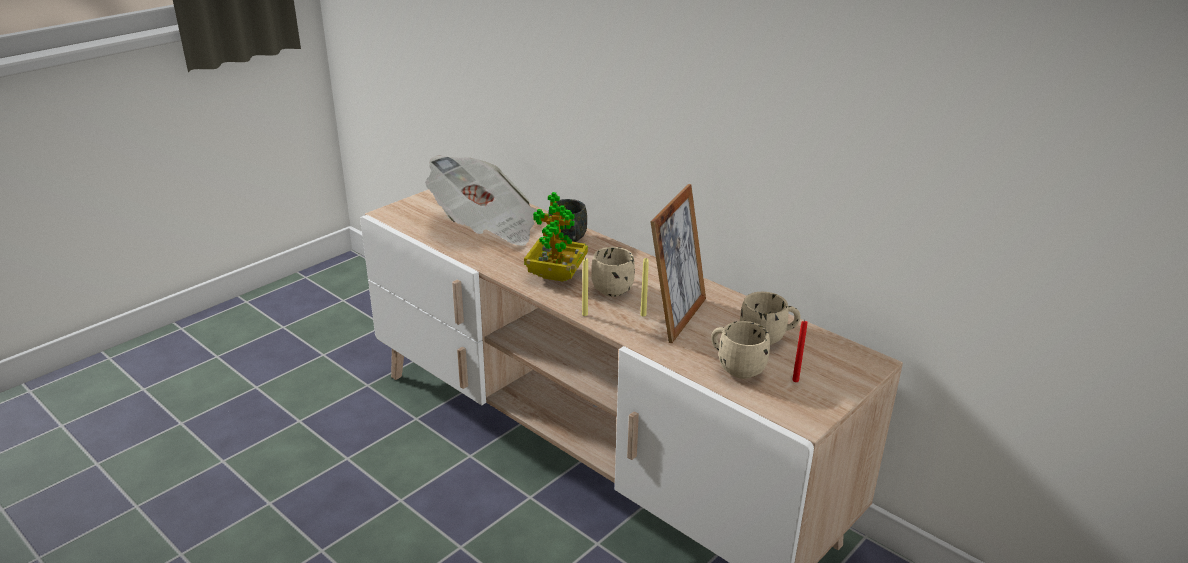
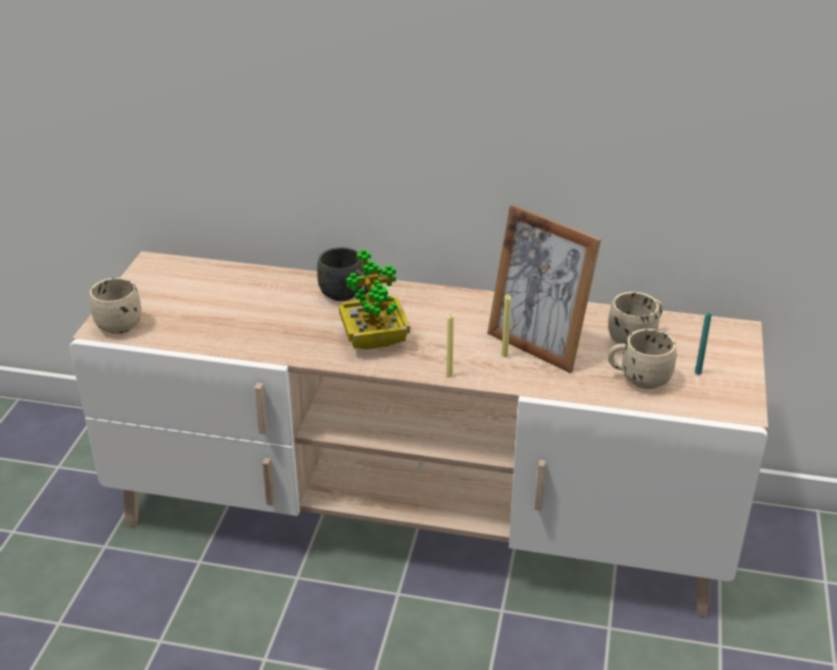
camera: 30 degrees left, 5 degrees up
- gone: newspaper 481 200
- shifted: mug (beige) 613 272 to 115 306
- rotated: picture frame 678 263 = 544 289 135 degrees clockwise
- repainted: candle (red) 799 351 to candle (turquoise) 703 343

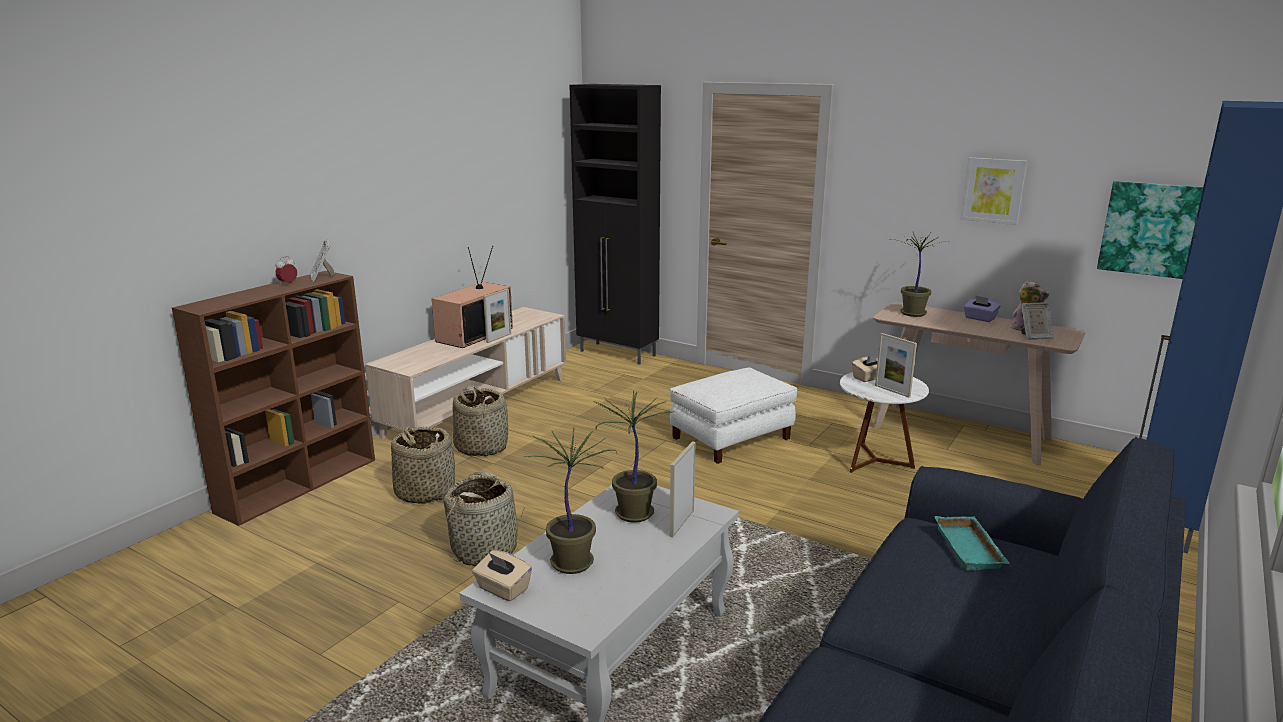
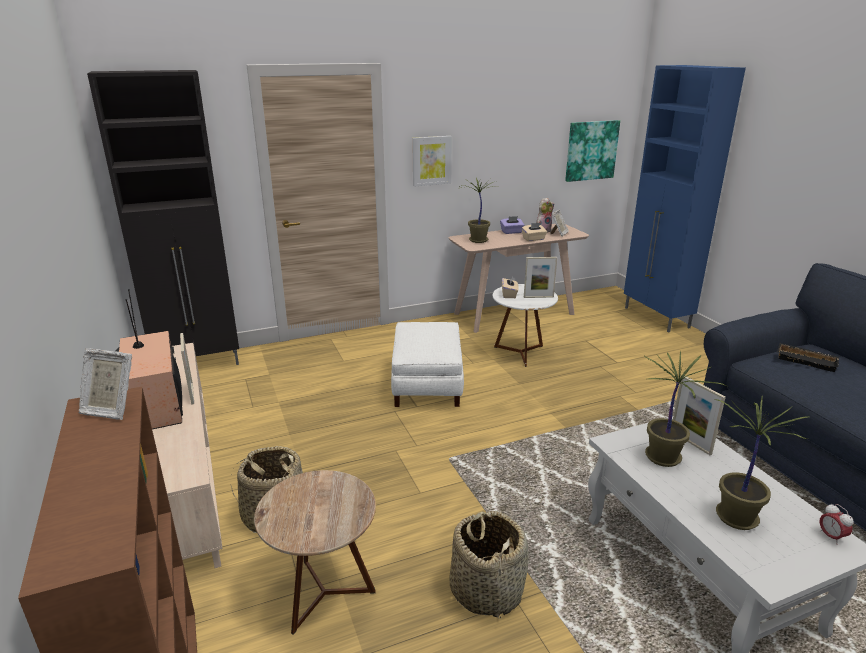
camera: 55 degrees left, 5 degrees up
- shifted: alarm clock 286 270 to 836 524
- swapped: basket 423 465 to side table (brown) 315 552
- shifted: tissue box (beige) 502 576 to 534 232
- repainted: tray (turquoise) 972 543 to tray (black) 808 357
- shifted: picture 994 191 to 432 161

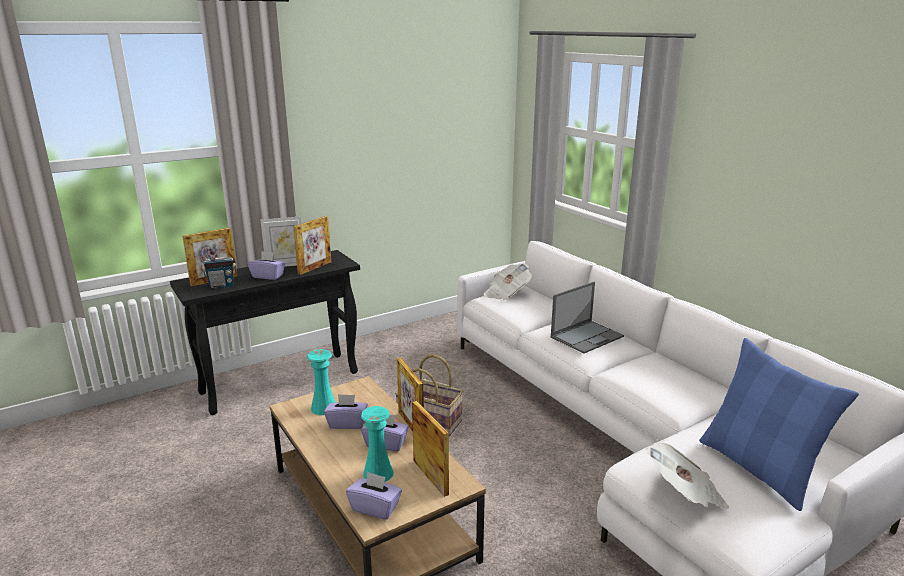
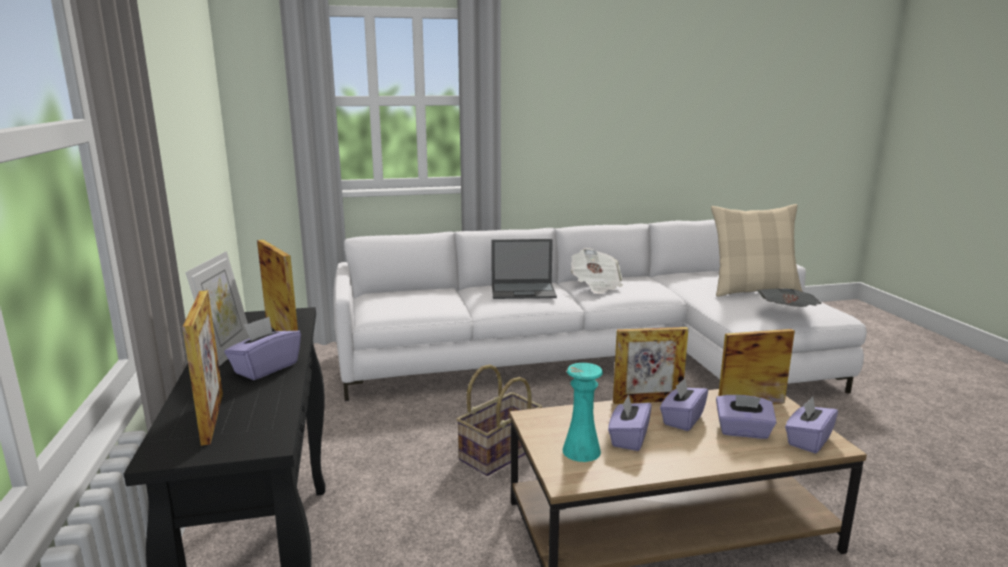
camera: 70 degrees left, 5 degrees down
- gone: radio 219 267
- swapped: vase (turquoise) 377 444 to tissue box (purple) 746 417
- shifted: newspaper 507 282 to 597 271
- rotated: laptop 587 318 = 524 269 105 degrees clockwise
- repainted: pillow (blue) 779 424 to pillow (beige) 757 250

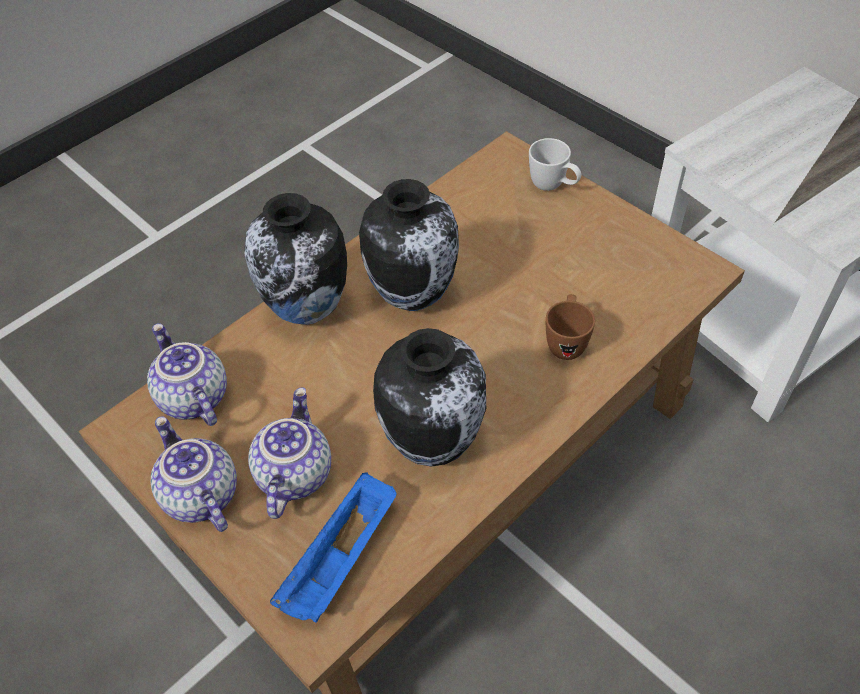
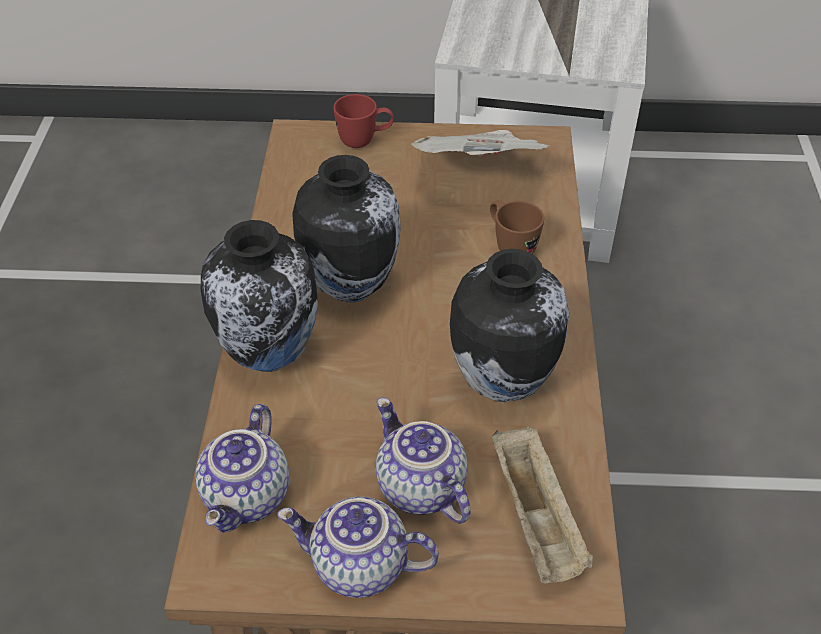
camera: 45 degrees left, 5 degrees down
- rotated: teapot 187 374 = 242 468 90 degrees counterclockwise
- repainted: tray (blue) 333 547 to tray (beige) 542 505
- repainted: mug (white) 555 164 to mug (red) 363 121
- new: newspaper 480 143

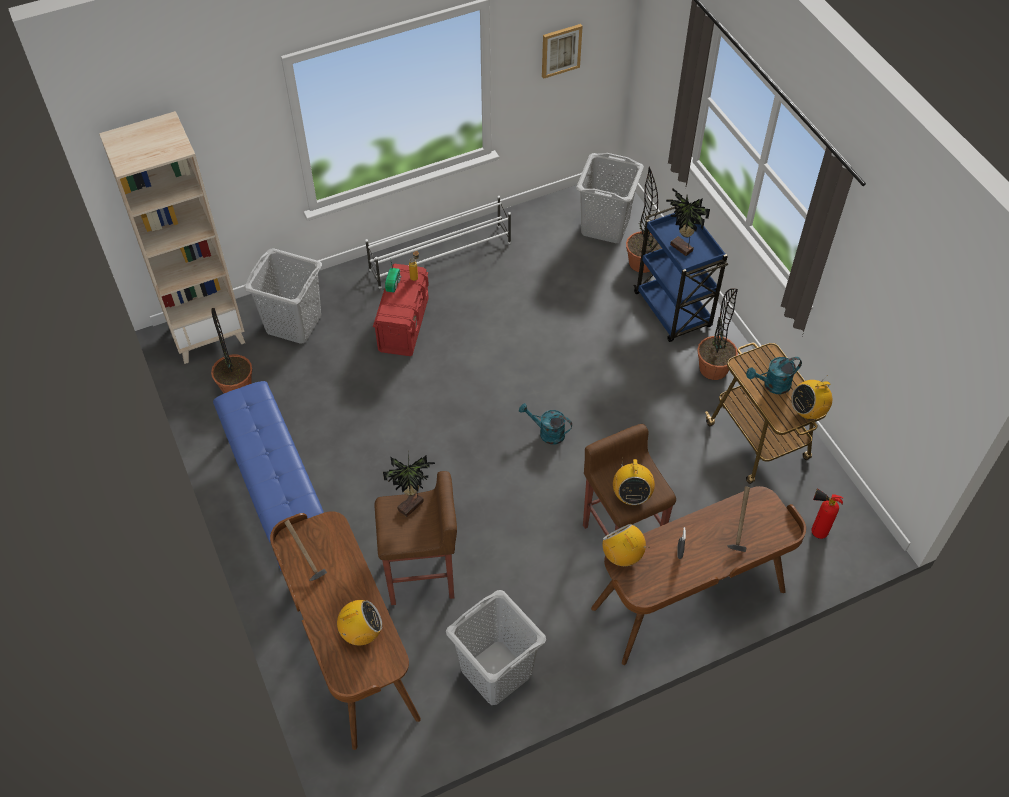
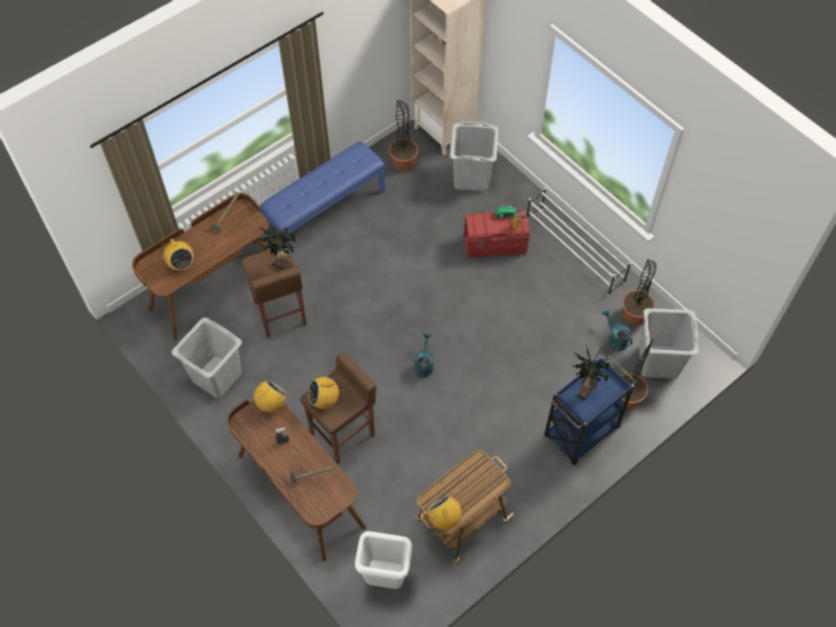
camera: 75 degrees right, 5 degrees up
- gone: picture 562 51
- shifted: potted plant 717 334 to 639 292
- shifted: watering can (turquoise) 774 375 to 617 330
- swapped: fire extinguisher 827 513 to trash can (white) 383 560

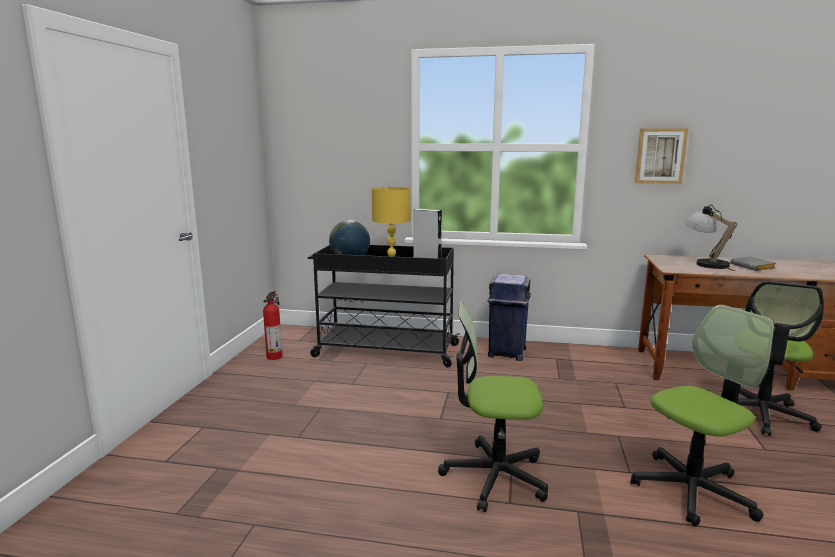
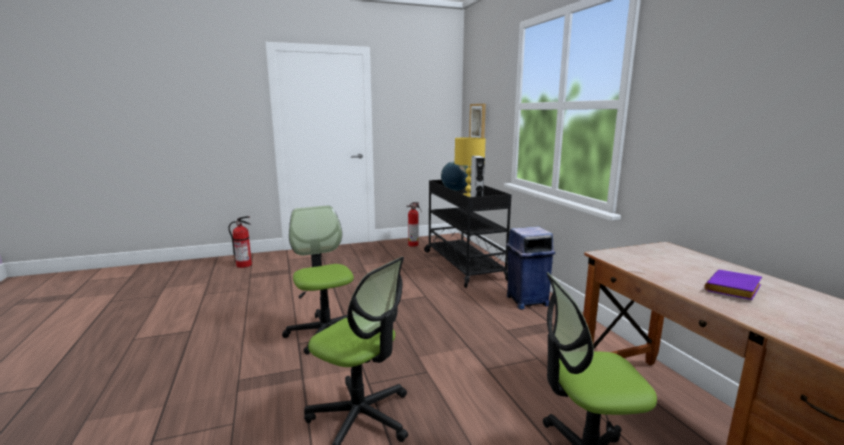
camera: 60 degrees right, 0 degrees up
- shifted: picture 662 156 to 477 121
- gone: table lamp 711 238
- repainted: book (grey) 753 263 to book (purple) 733 285
- new: fire extinguisher 240 242

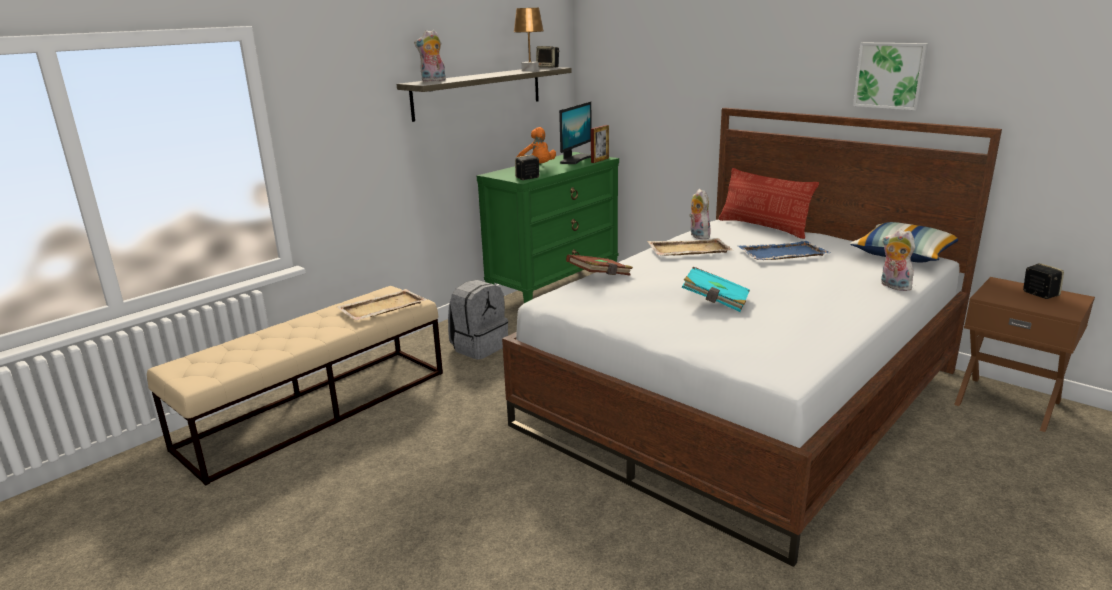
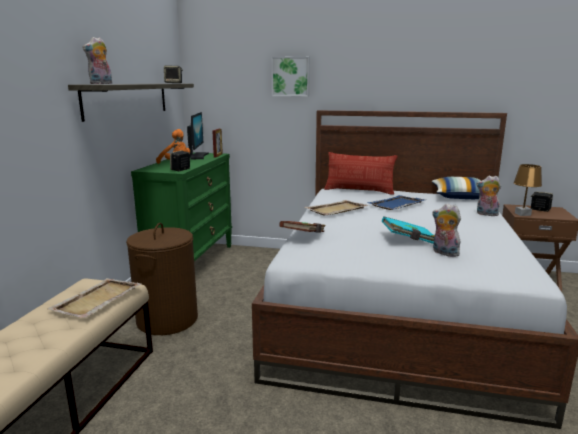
camera: 30 degrees left, 5 degrees down
- swapped: backpack (grey) 478 320 to laundry basket (brown) 162 279
- shifted: table lamp (brown) 528 39 to 527 190
- shifted: plush toy 700 214 to 446 230
- shifted: picture 891 76 to 290 76

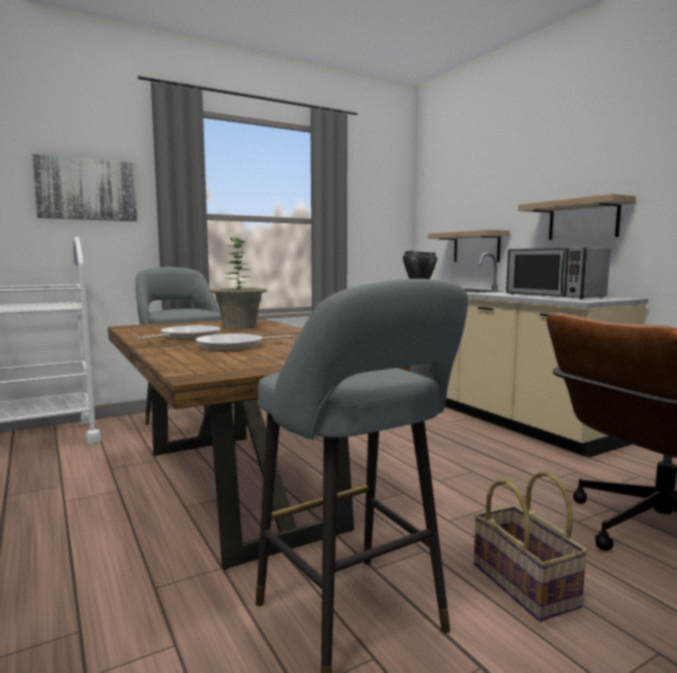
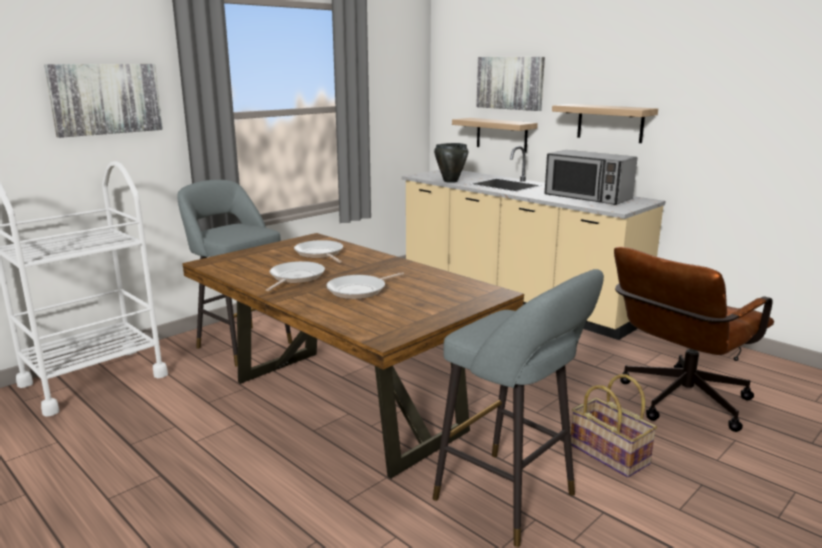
camera: 15 degrees left, 10 degrees up
- swapped: potted plant 238 283 to frying pan 318 251
- new: picture 510 84

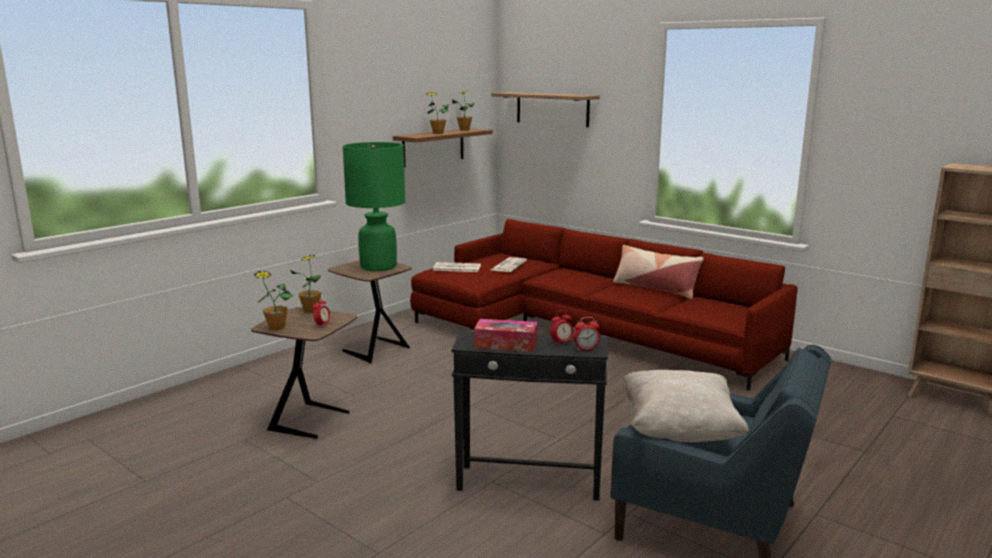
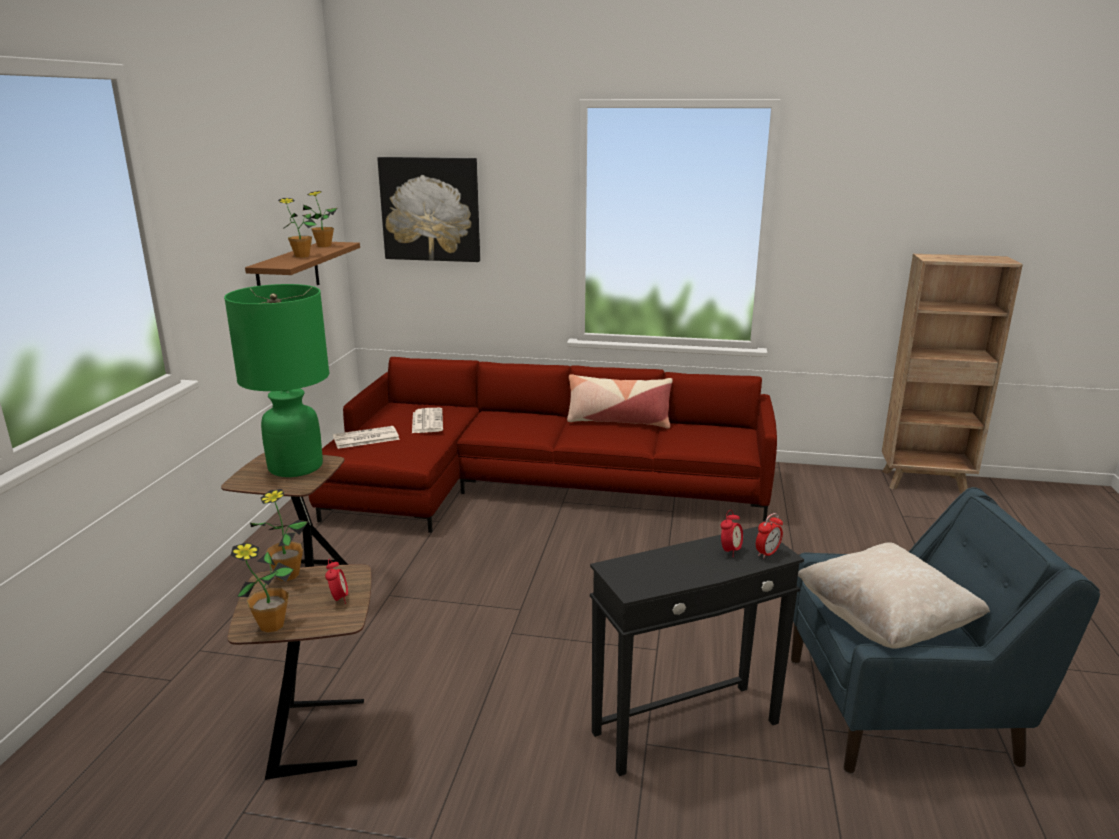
camera: 30 degrees left, 5 degrees up
- gone: tissue box 505 335
- swapped: shelf 546 109 to picture 428 209

